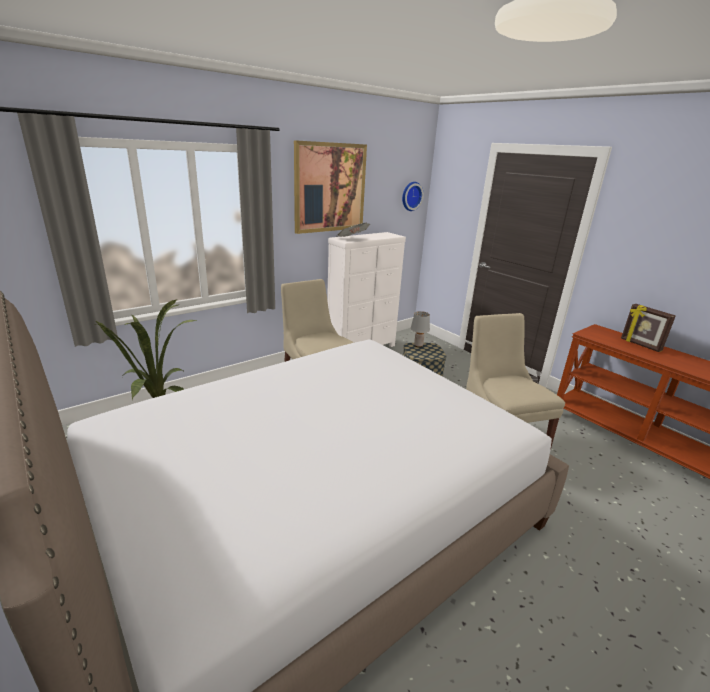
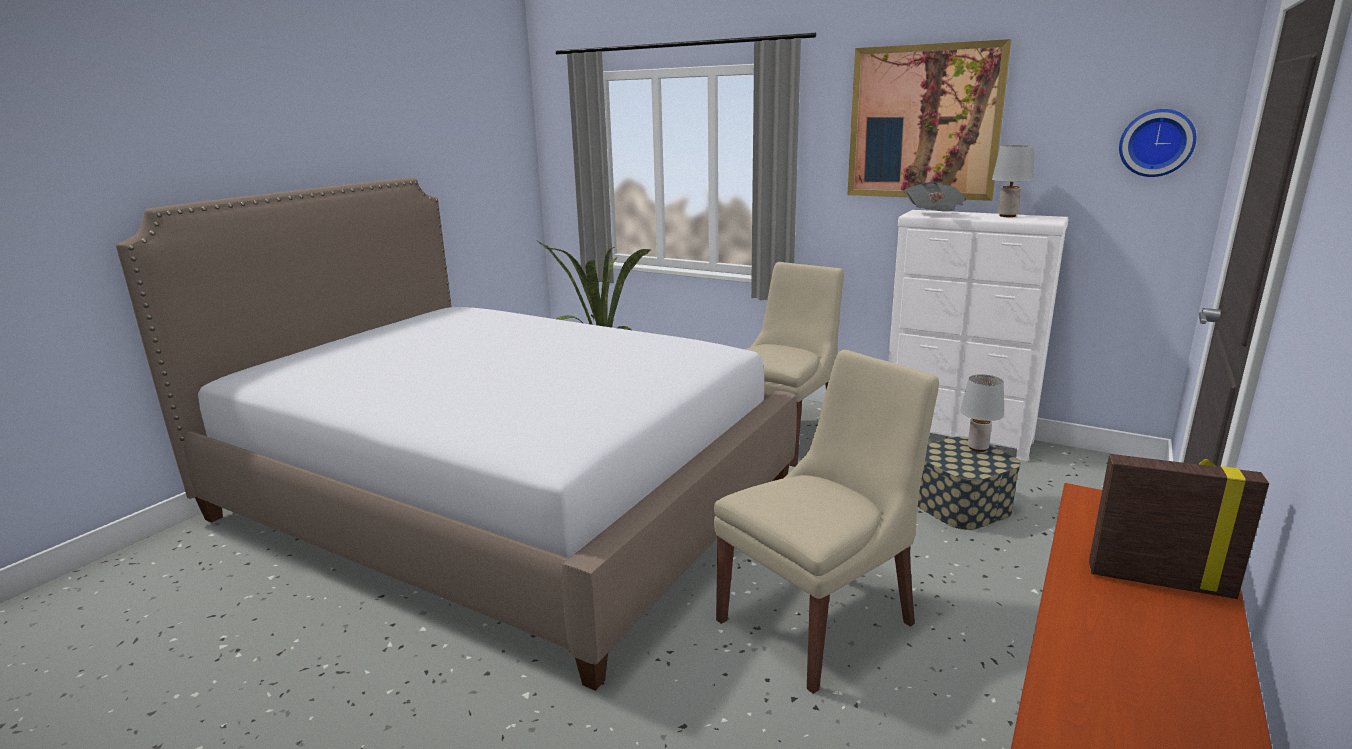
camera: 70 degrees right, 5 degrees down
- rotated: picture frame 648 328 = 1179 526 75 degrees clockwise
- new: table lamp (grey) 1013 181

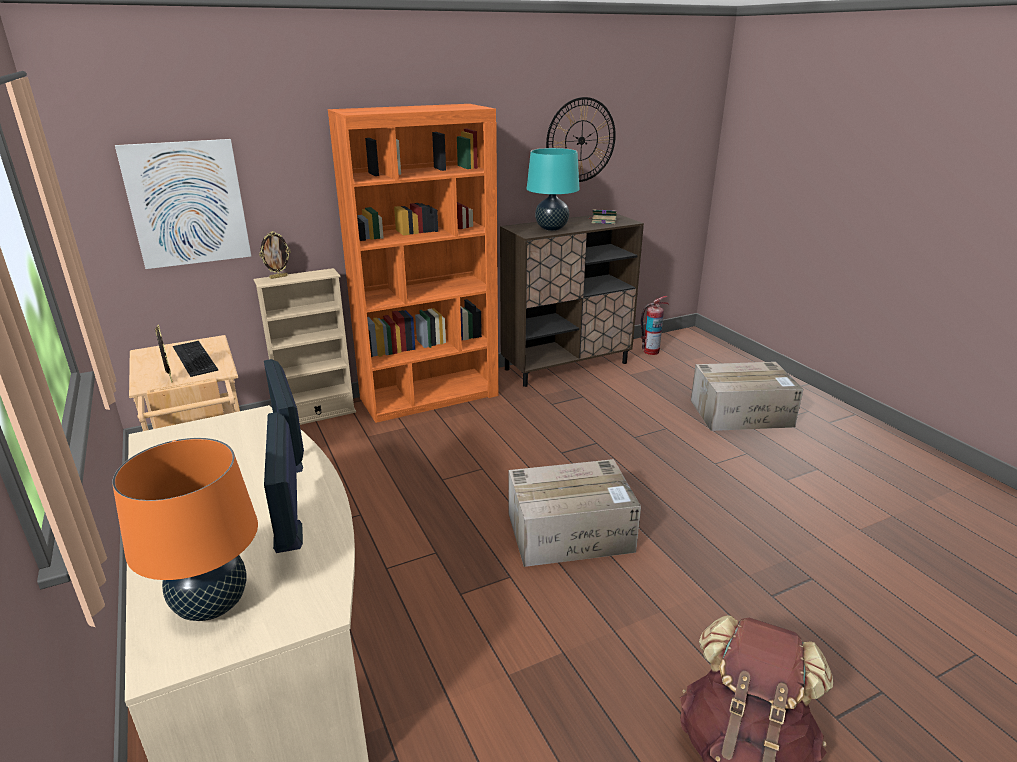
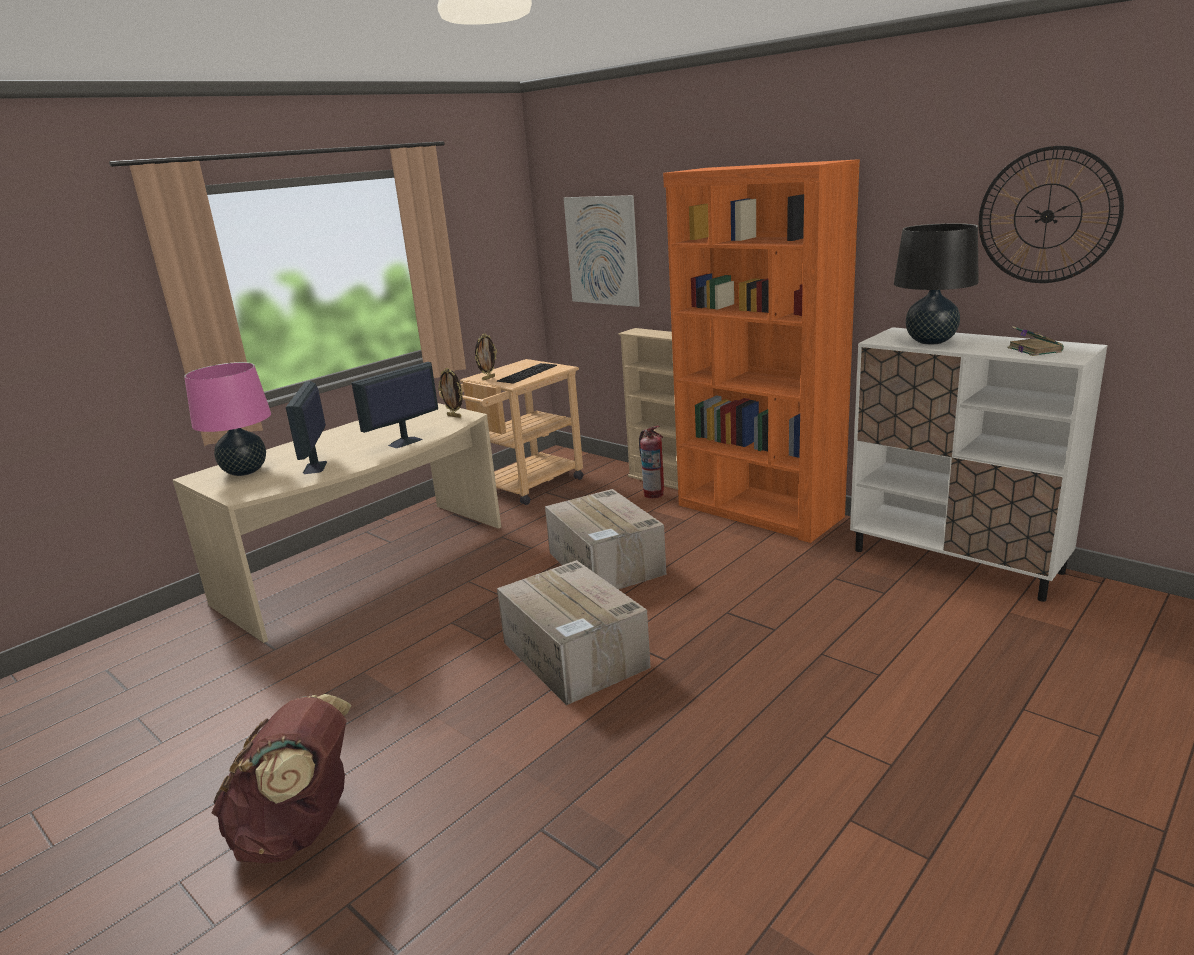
camera: 70 degrees right, 5 degrees down
- repainted: table lamp (orange) 185 529 to table lamp (pink) 227 419
- shifted: picture frame 275 255 to 450 393
- rotated: monitor 283 482 = 306 427 60 degrees counterclockwise
- repainted: cabinet (brown) 572 300 to cabinet (white) 979 464
- repainted: table lamp (turquoise) 553 189 to table lamp (black) 936 283
- shifted: fire extinguisher 655 325 to 651 462
- shifted: cardboard box 747 396 to 605 539

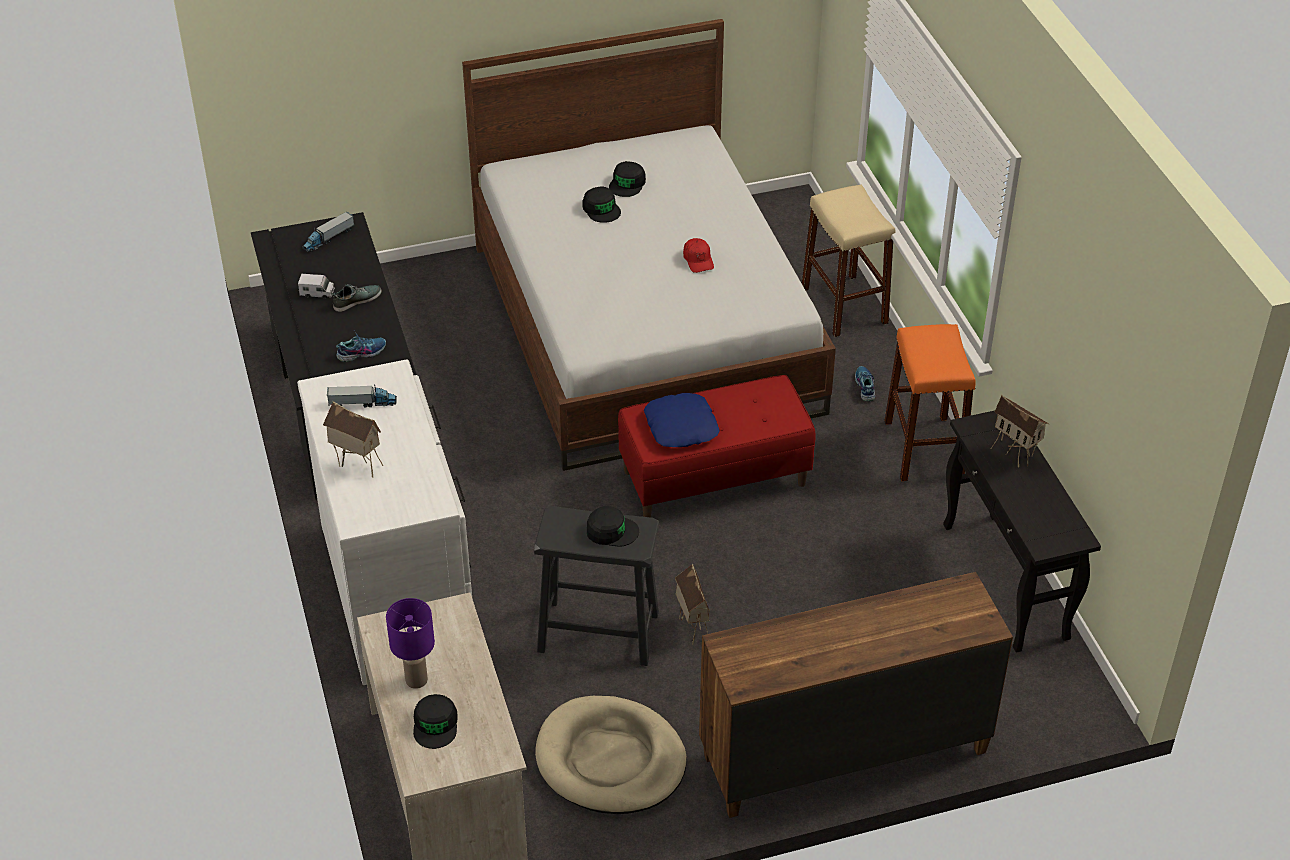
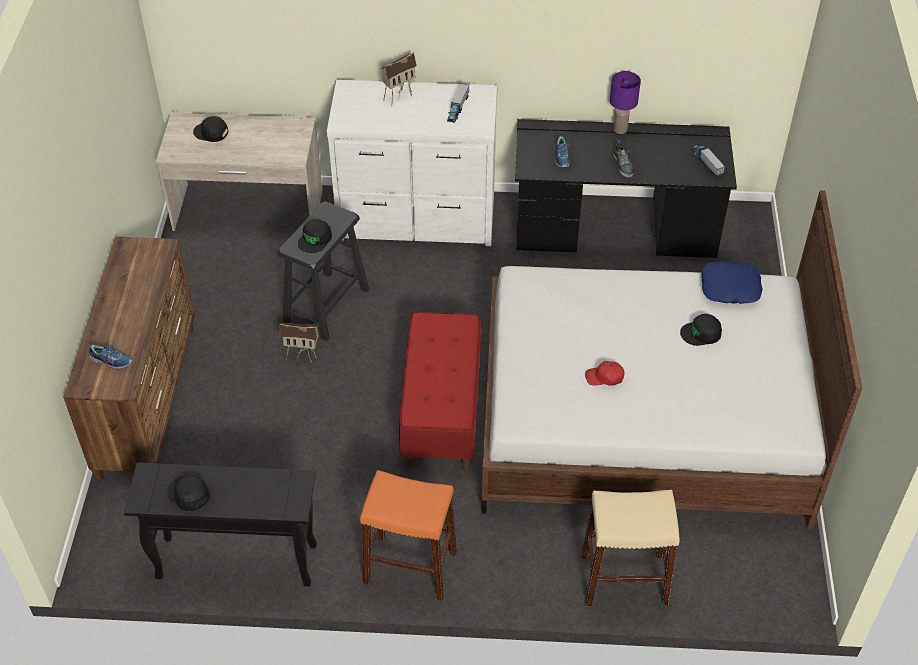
camera: 110 degrees right, 5 degrees up
- gone: toy truck 316 286
- shifted: table lamp (purple) 410 643 to 625 102
- gone: dog bed (beige) 611 755
- shifted: cap (black) 627 179 to 188 493
- shifted: pillow (blue) 682 420 to 732 282
- shifted: shoe 865 383 to 110 355
- gone: toy house 1020 431

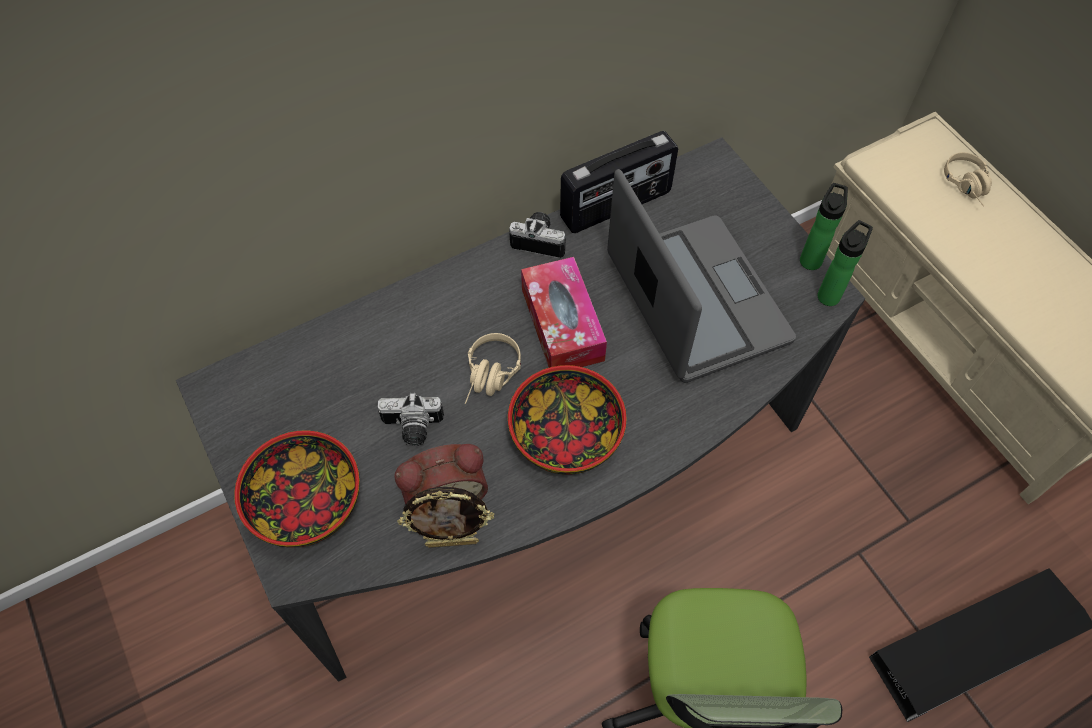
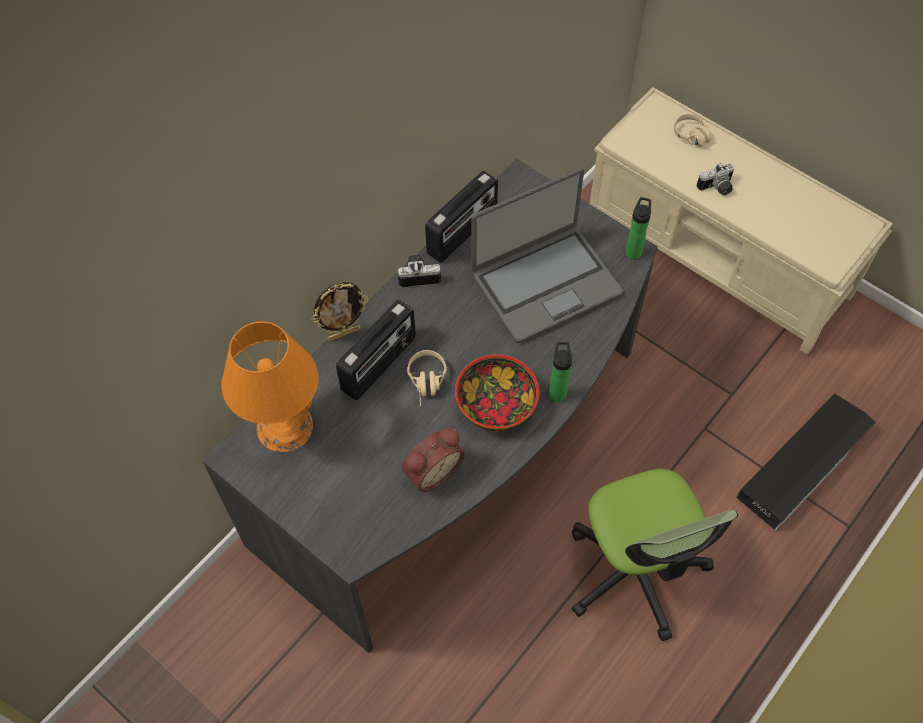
camera: 20 degrees left, 0 degrees up
- gone: bowl 297 488
- shifted: photo camera 410 419 to 716 179
- shifted: picture frame 445 517 to 340 311
- gone: tissue box 564 312
- rotated: laptop 701 276 = 547 255 105 degrees clockwise
- shifted: bottle 824 226 to 560 372
- new: table lamp (orange) 270 386
- new: radio 376 350

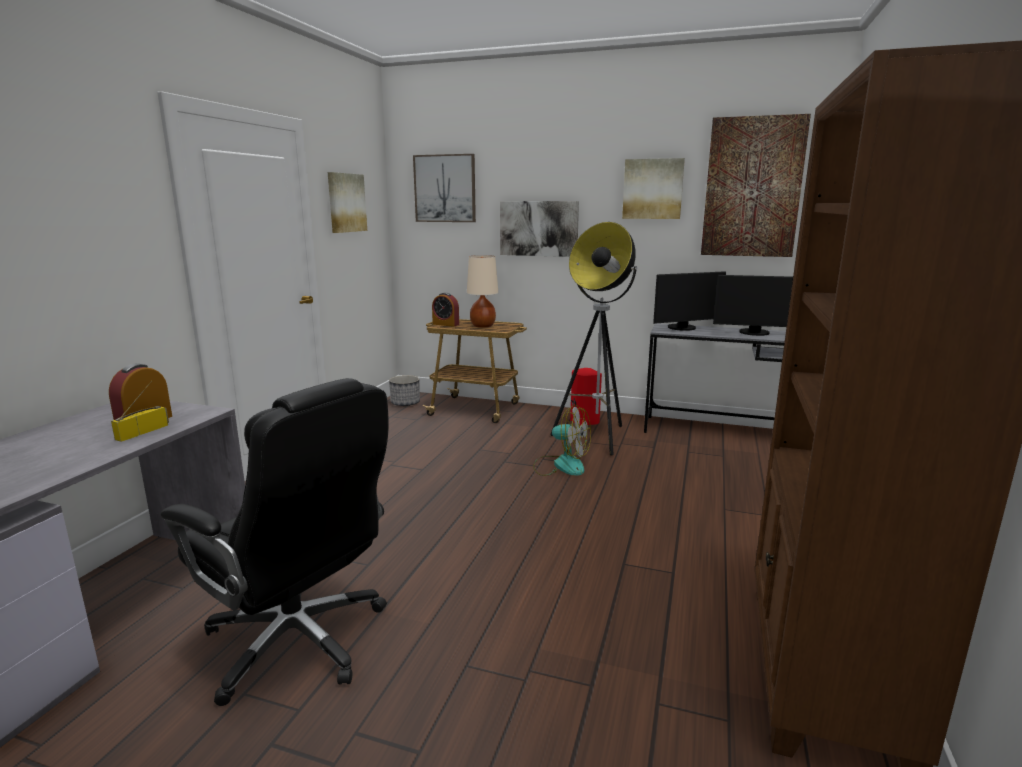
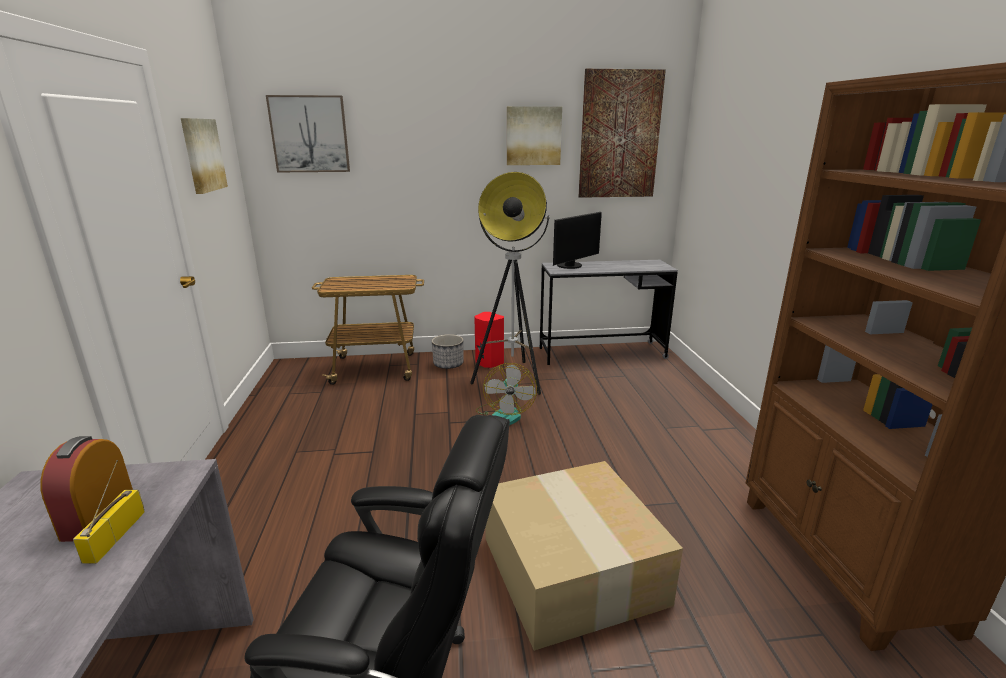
camera: 25 degrees left, 5 degrees up
- shifted: planter 404 390 to 447 351
- gone: alarm clock 445 310
- gone: table lamp (beige) 482 291
- gone: picture 539 229
- rotated: fan 562 440 = 506 394 90 degrees clockwise
- gone: monitor 753 305
- new: cardboard box 584 556

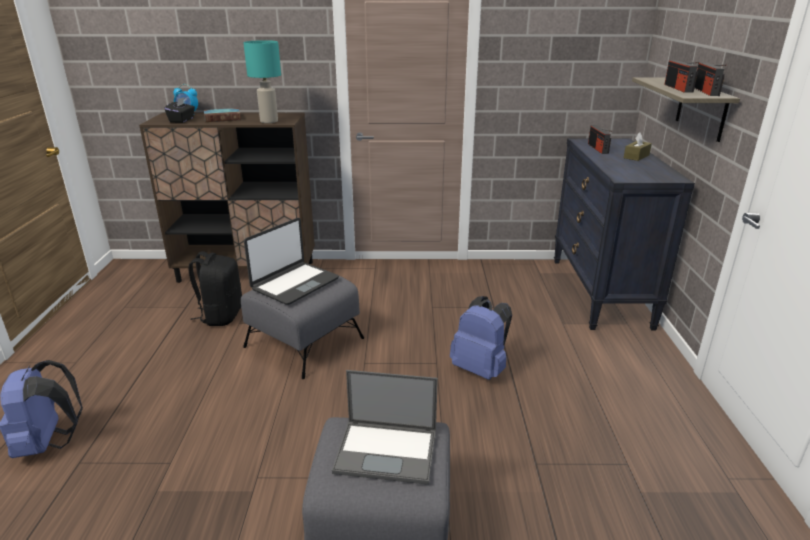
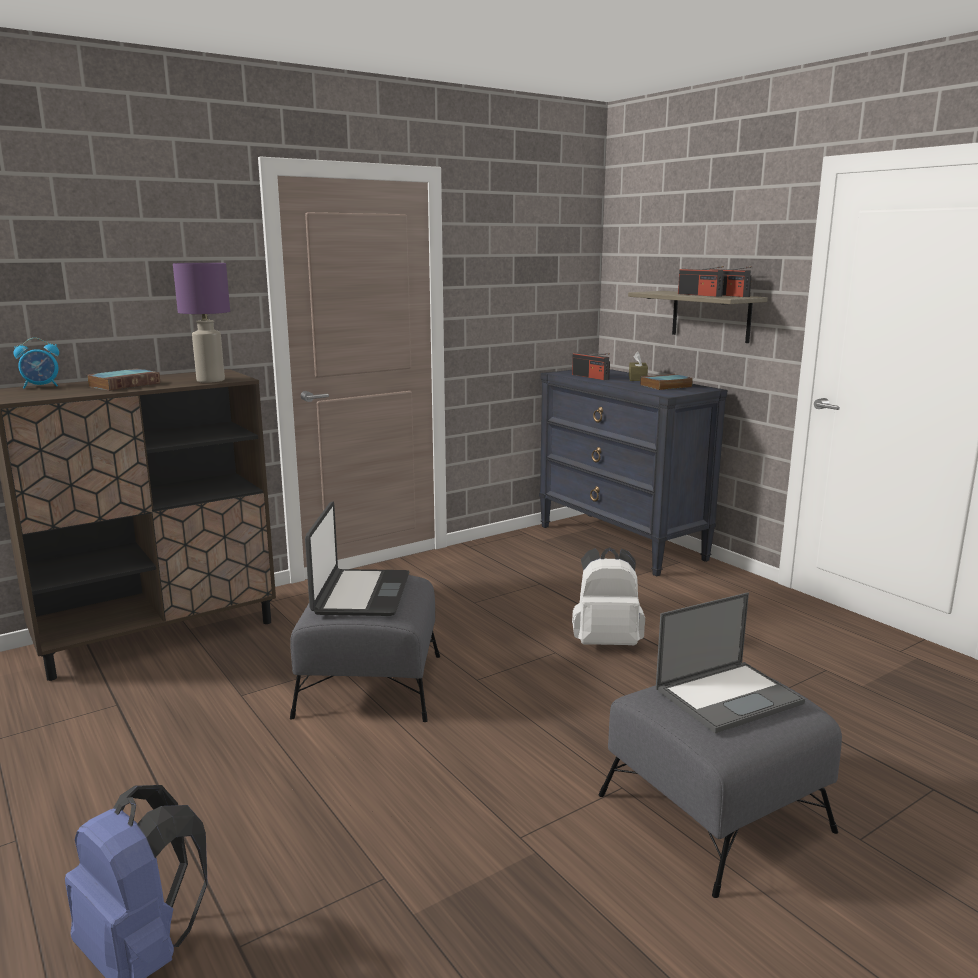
camera: 35 degrees left, 10 degrees down
- gone: tissue box (black) 179 110
- gone: backpack (black) 215 288
- repainted: table lamp (turquoise) 262 81 to table lamp (purple) 201 323
- repainted: backpack (blue) 481 338 to backpack (white) 608 596
- new: book 666 382

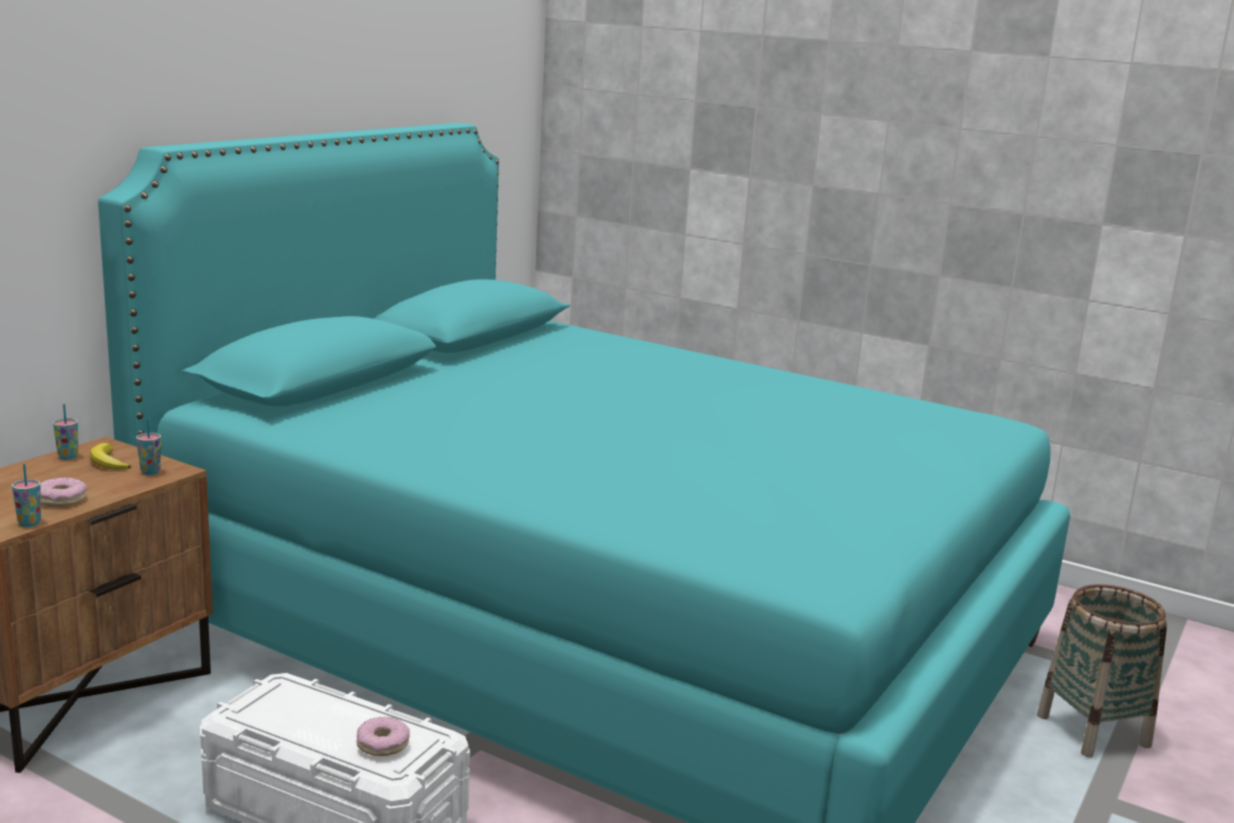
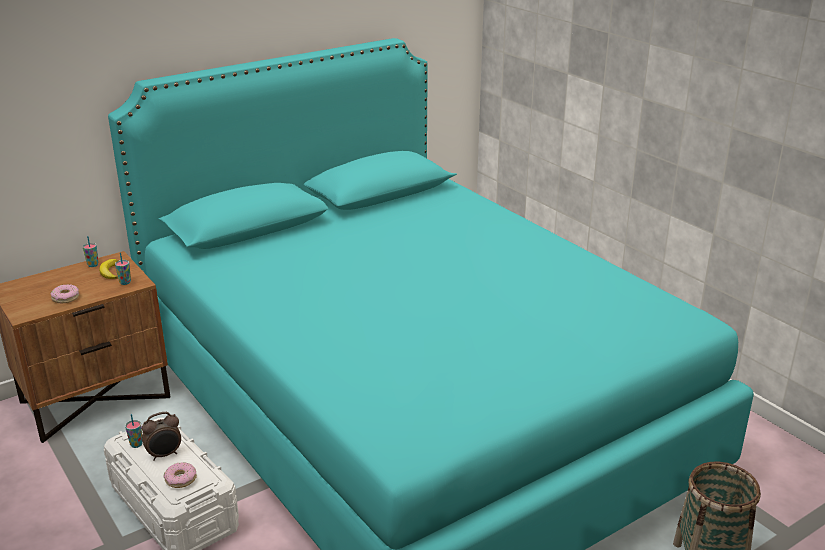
camera: 25 degrees right, 10 degrees up
- shifted: cup 26 495 to 134 431
- new: alarm clock 161 436

